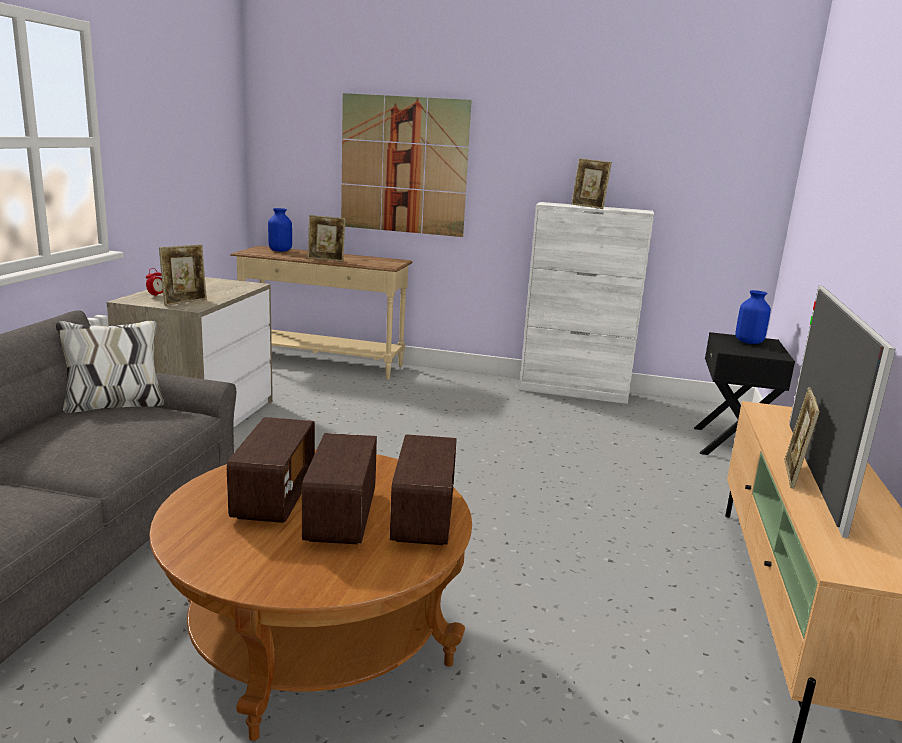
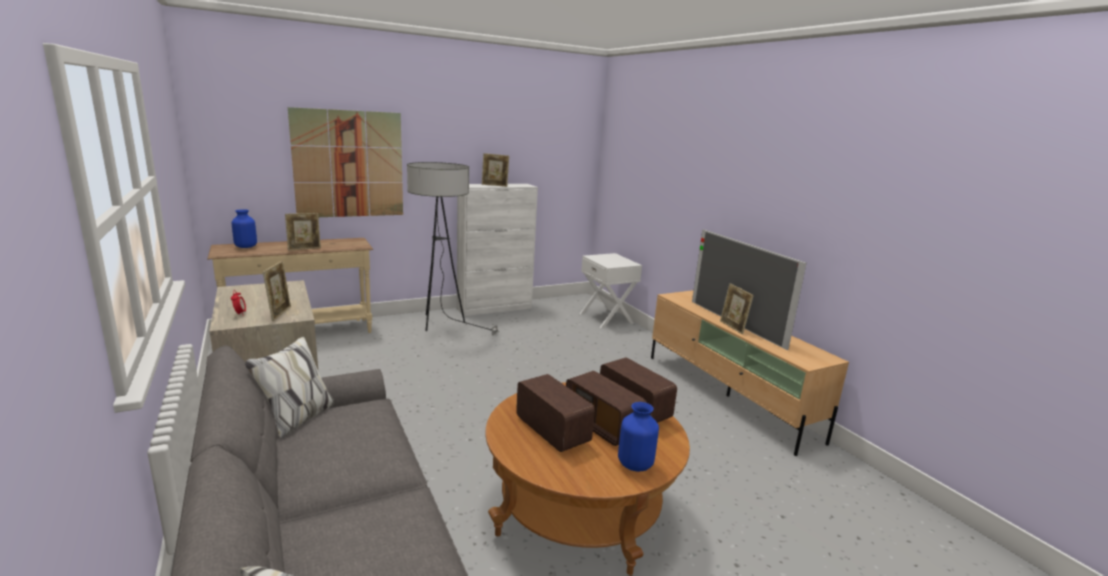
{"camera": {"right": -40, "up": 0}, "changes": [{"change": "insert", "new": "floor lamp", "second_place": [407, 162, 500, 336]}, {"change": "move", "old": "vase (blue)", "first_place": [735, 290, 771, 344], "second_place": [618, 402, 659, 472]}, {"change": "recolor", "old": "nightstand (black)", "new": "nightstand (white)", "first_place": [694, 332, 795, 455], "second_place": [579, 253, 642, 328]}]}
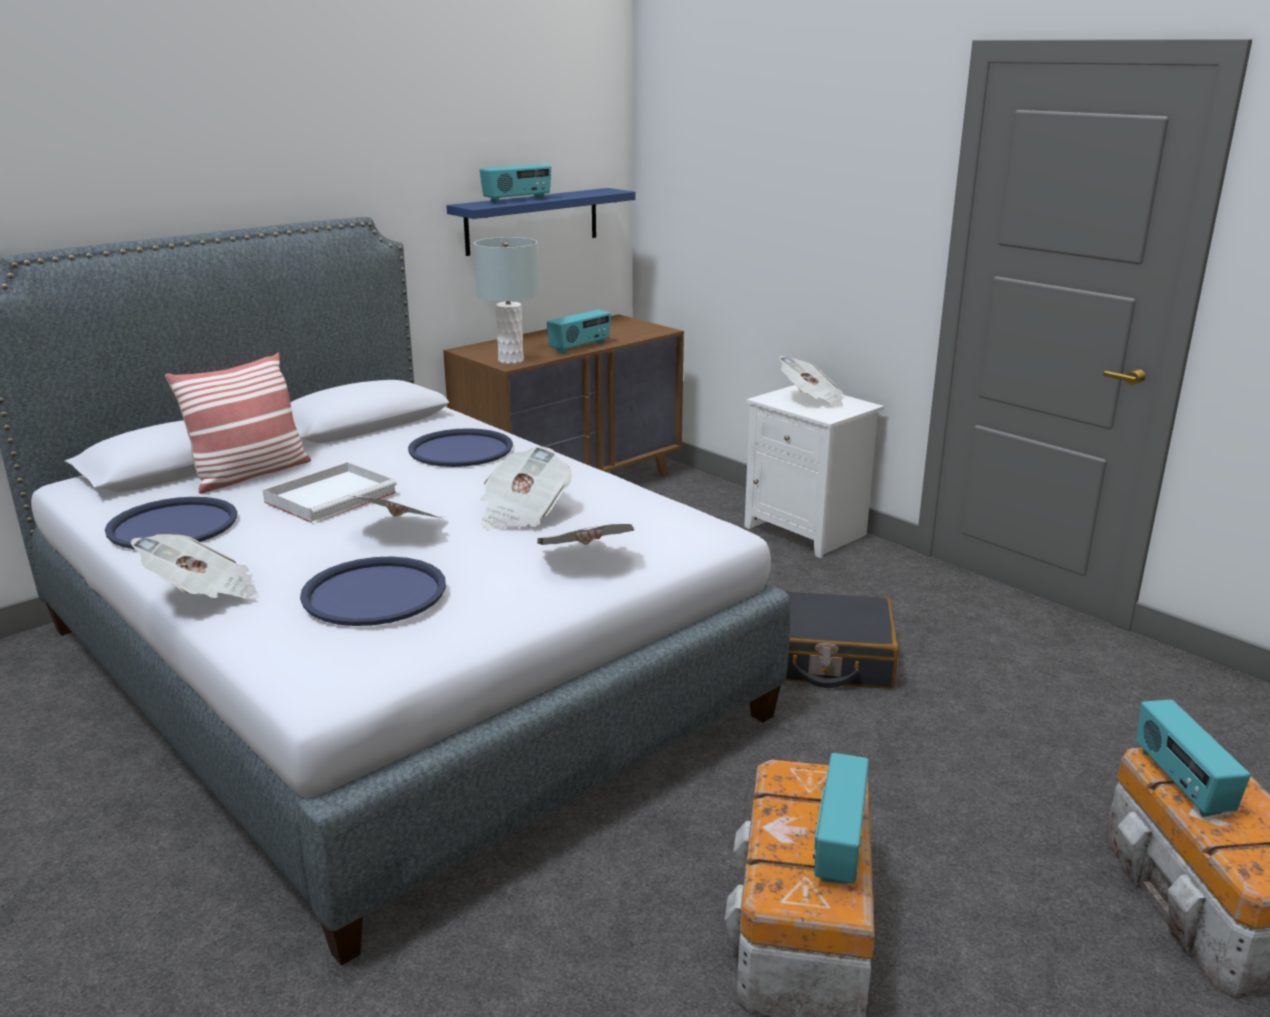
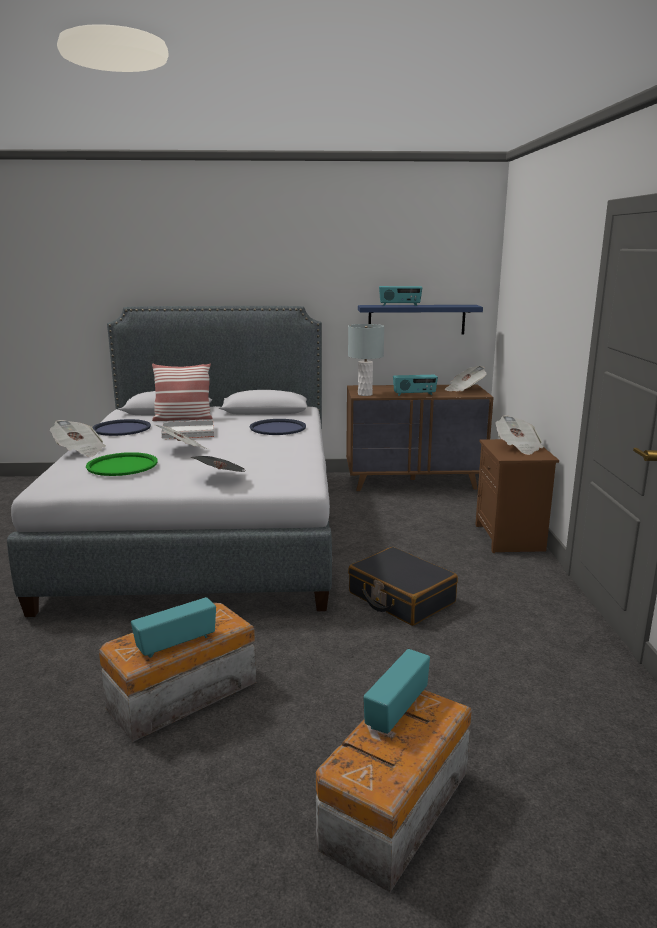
{"camera": {"right": 40, "up": -5}, "changes": [{"change": "move", "old": "newspaper", "first_place": [481, 446, 572, 529], "second_place": [445, 366, 487, 392]}, {"change": "recolor", "old": "tray (blue)", "new": "tray (green)", "first_place": [300, 556, 446, 626], "second_place": [86, 452, 158, 476]}, {"change": "recolor", "old": "nightstand (white)", "new": "nightstand (brown)", "first_place": [744, 385, 884, 558], "second_place": [475, 439, 559, 553]}]}
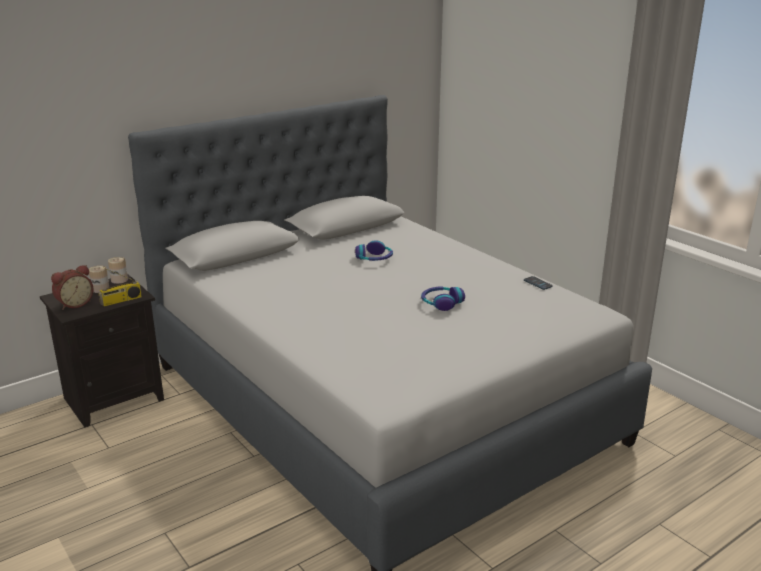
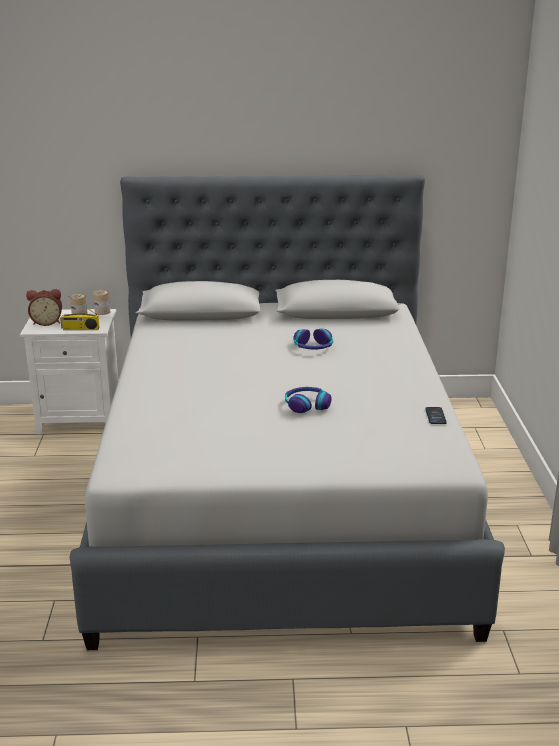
{"camera": {"right": 35, "up": 0}, "changes": [{"change": "recolor", "old": "nightstand (black)", "new": "nightstand (white)", "first_place": [40, 274, 164, 427], "second_place": [20, 309, 118, 434]}]}
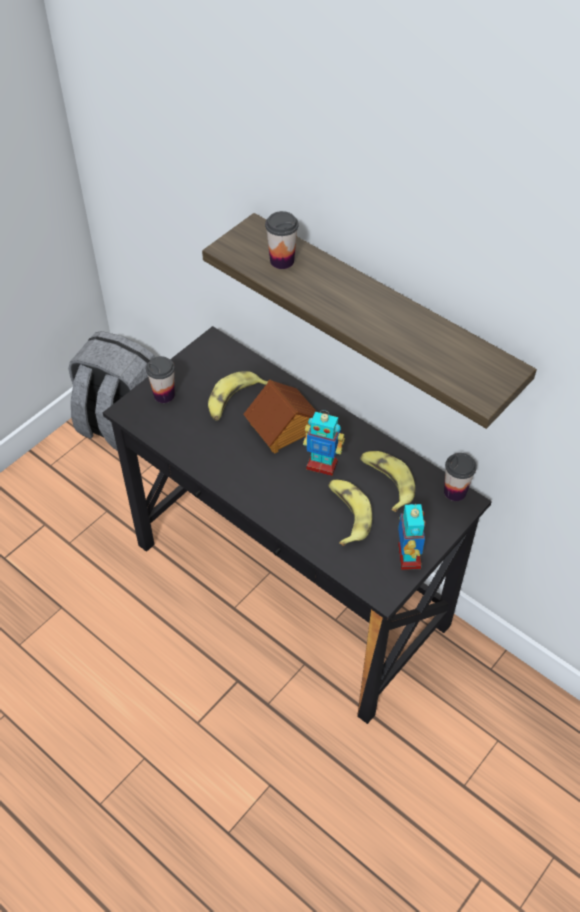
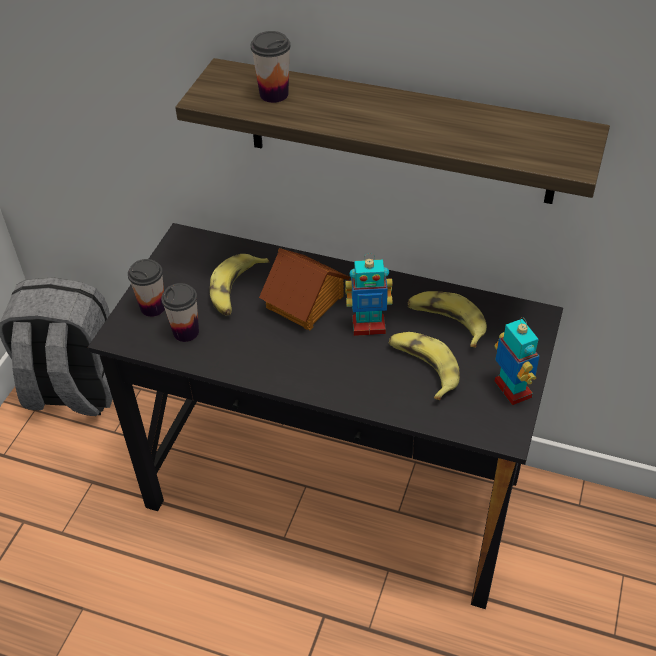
{"camera": {"right": -20, "up": -5}, "changes": [{"change": "move", "old": "cup", "first_place": [444, 453, 477, 501], "second_place": [161, 283, 199, 342]}]}
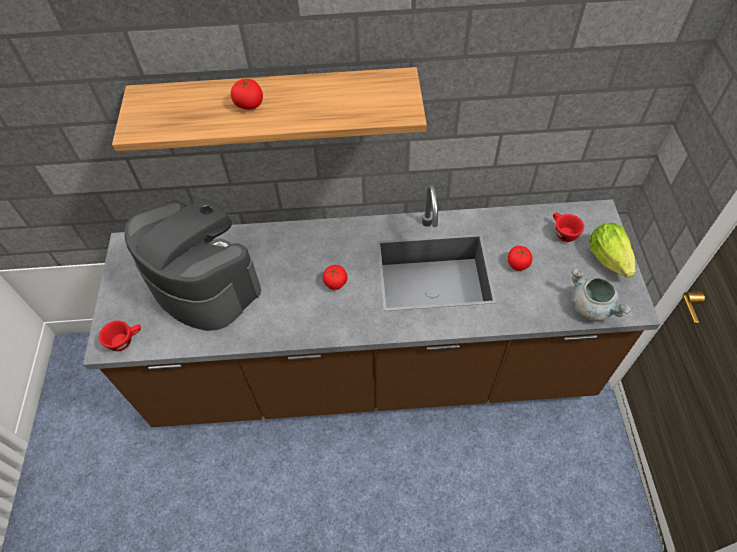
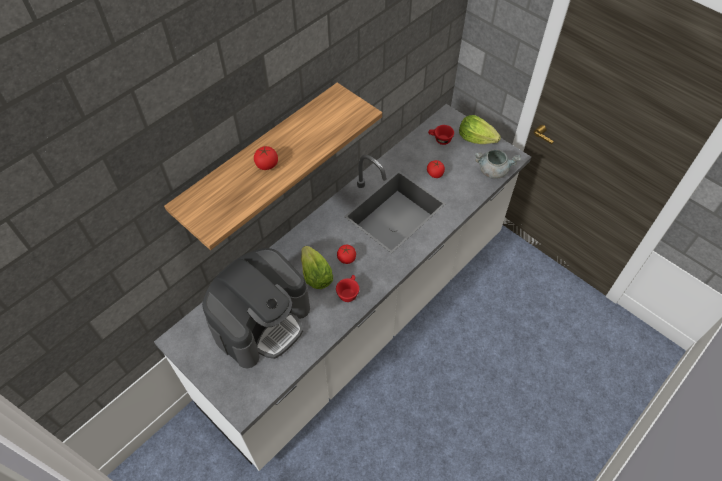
{"camera": {"right": -45, "up": 0}, "changes": [{"change": "insert", "new": "lettuce", "second_place": [301, 246, 333, 289]}, {"change": "move", "old": "cup (red)", "first_place": [99, 320, 141, 351], "second_place": [336, 275, 359, 302]}, {"change": "recolor", "old": "counter (brown)", "new": "counter (white)", "first_place": [83, 184, 660, 427], "second_place": [154, 104, 531, 471]}, {"change": "rotate", "old": "coffee machine", "first_place": [124, 199, 261, 331], "second_place": [202, 248, 310, 369], "degrees": 135}]}
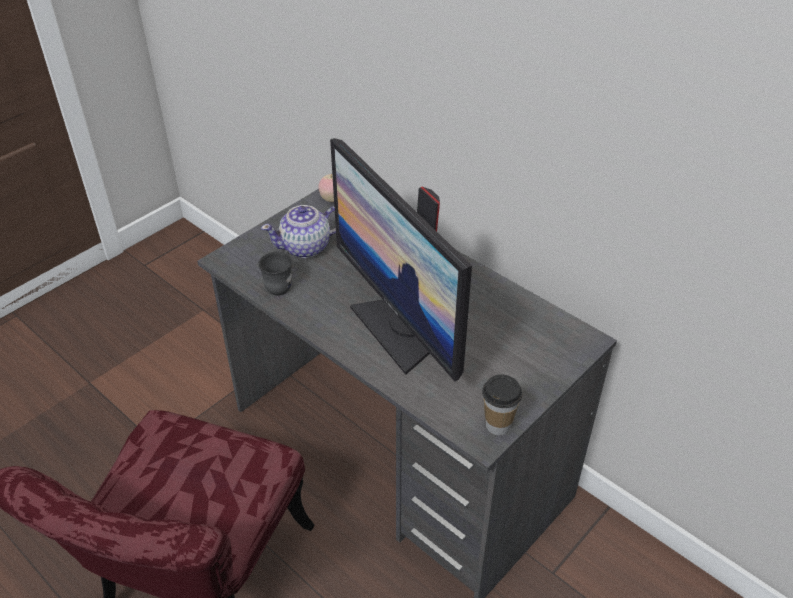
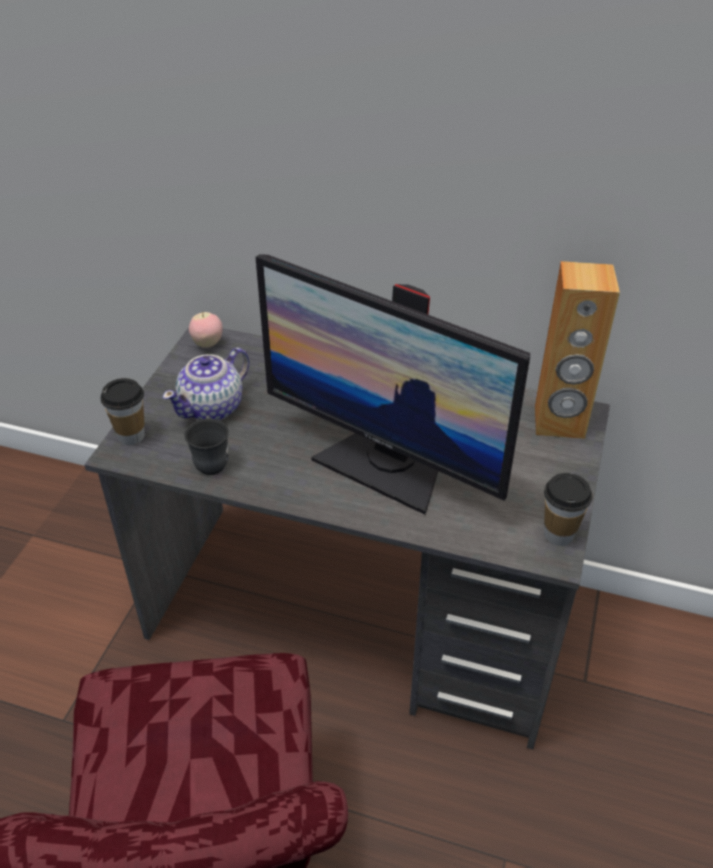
{"camera": {"right": -25, "up": 0}, "changes": [{"change": "insert", "new": "cup", "second_place": [101, 378, 145, 446]}, {"change": "insert", "new": "speaker (brown)", "second_place": [535, 261, 620, 439]}]}
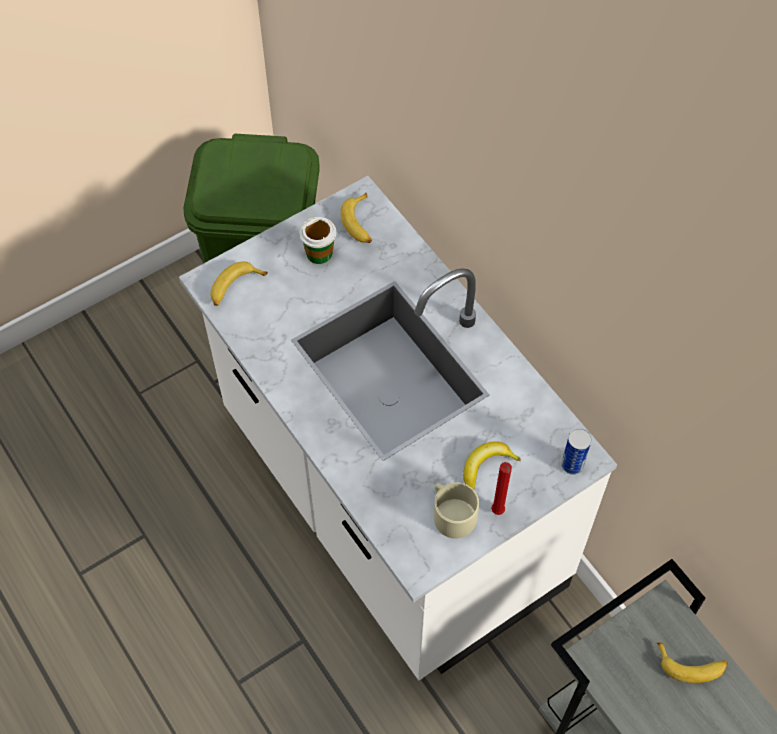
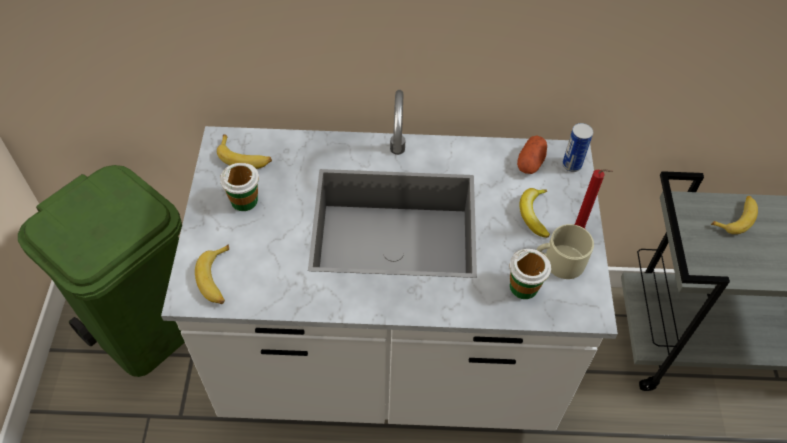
{"camera": {"right": -55, "up": -5}, "changes": [{"change": "insert", "new": "cup", "second_place": [510, 249, 551, 299]}, {"change": "insert", "new": "potato", "second_place": [517, 135, 547, 174]}]}
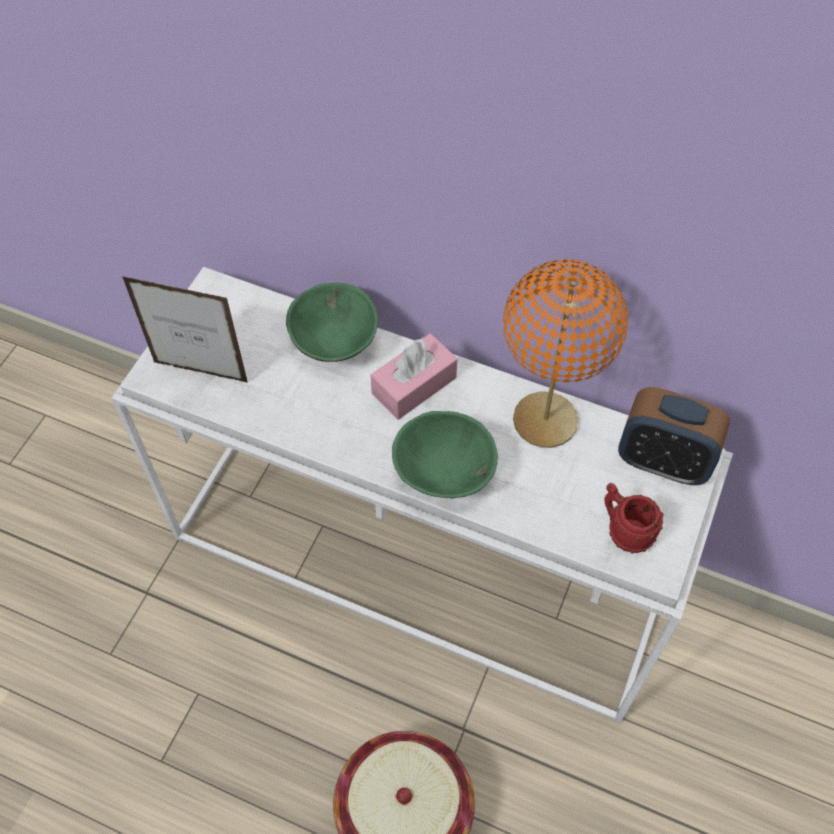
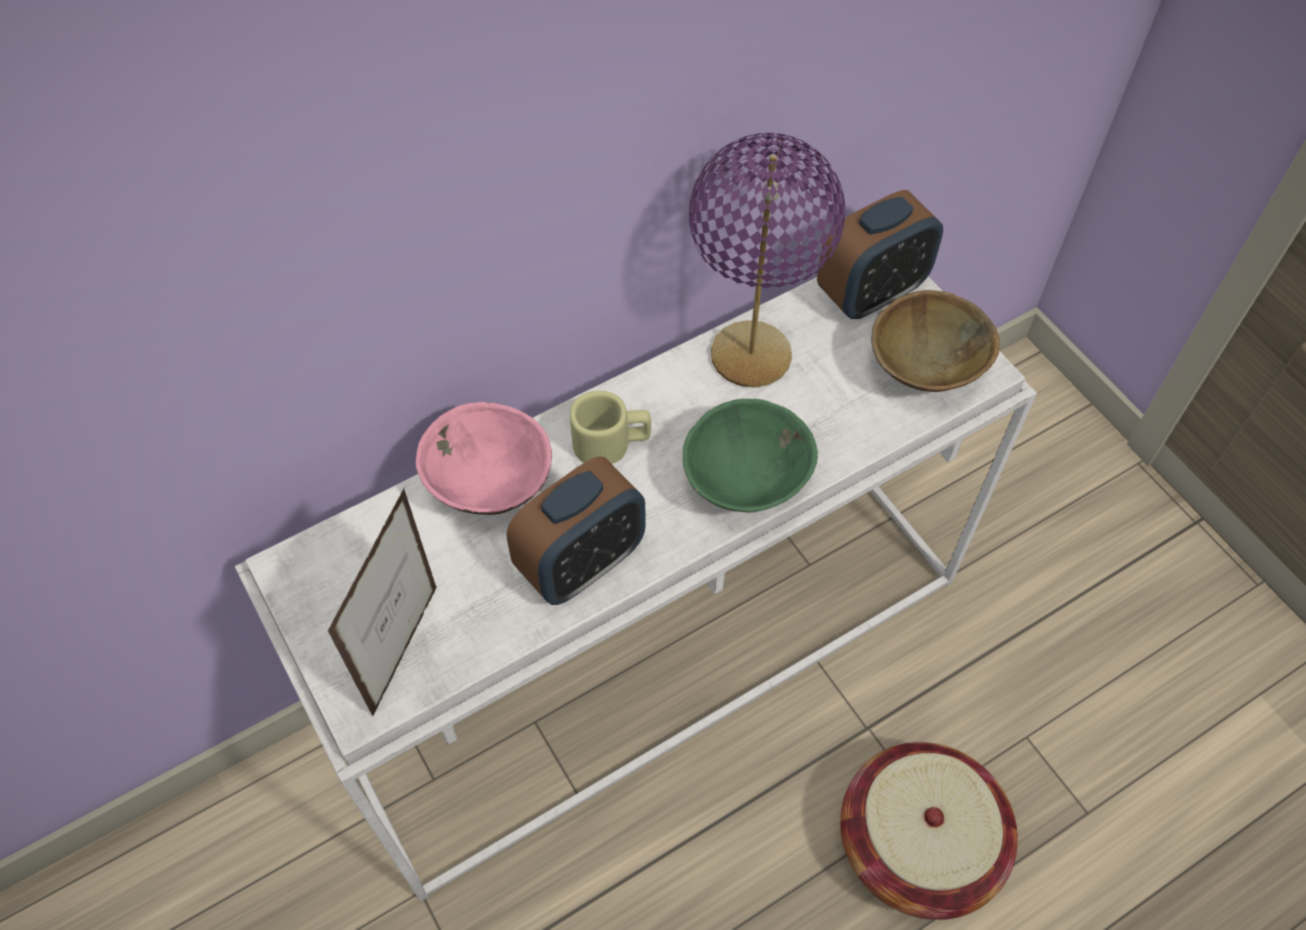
{"camera": {"right": -55, "up": 0}, "changes": [{"change": "insert", "new": "alarm clock", "second_place": [507, 456, 646, 605]}, {"change": "replace", "old": "tissue box (pink)", "new": "mug (beige)", "first_place": [371, 334, 457, 420], "second_place": [570, 391, 651, 464]}, {"change": "replace", "old": "mug (red)", "new": "bowl (brown)", "first_place": [604, 483, 664, 553], "second_place": [871, 290, 1000, 392]}, {"change": "recolor", "old": "bowl (green)", "new": "bowl (pink)", "first_place": [286, 283, 378, 362], "second_place": [416, 402, 552, 515]}, {"change": "recolor", "old": "table lamp (orange)", "new": "table lamp (purple)", "first_place": [503, 259, 628, 448], "second_place": [689, 133, 845, 388]}, {"change": "rotate", "old": "picture frame", "first_place": [122, 276, 248, 383], "second_place": [328, 488, 437, 716], "degrees": 150}]}
